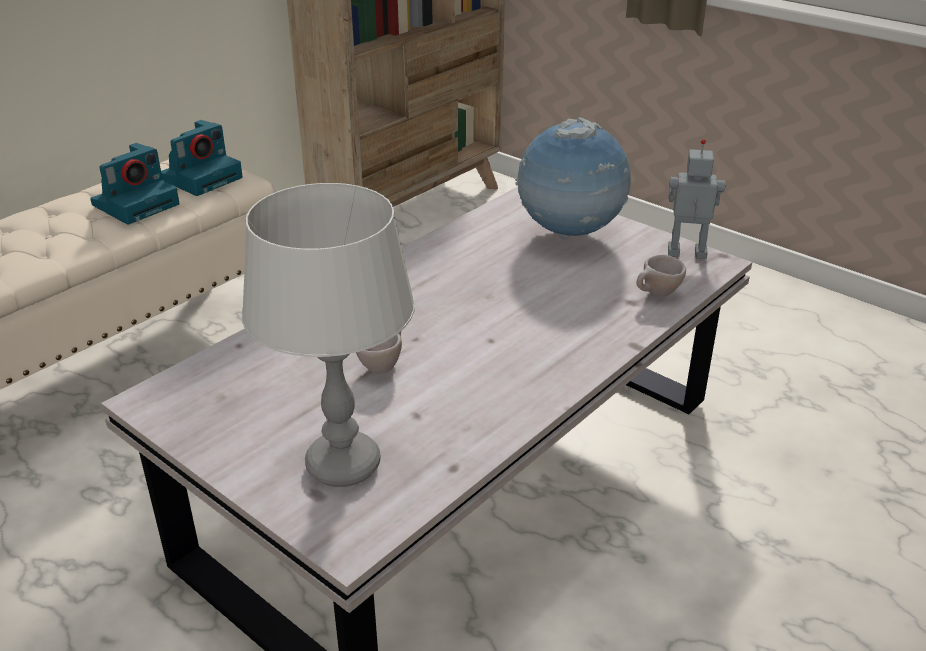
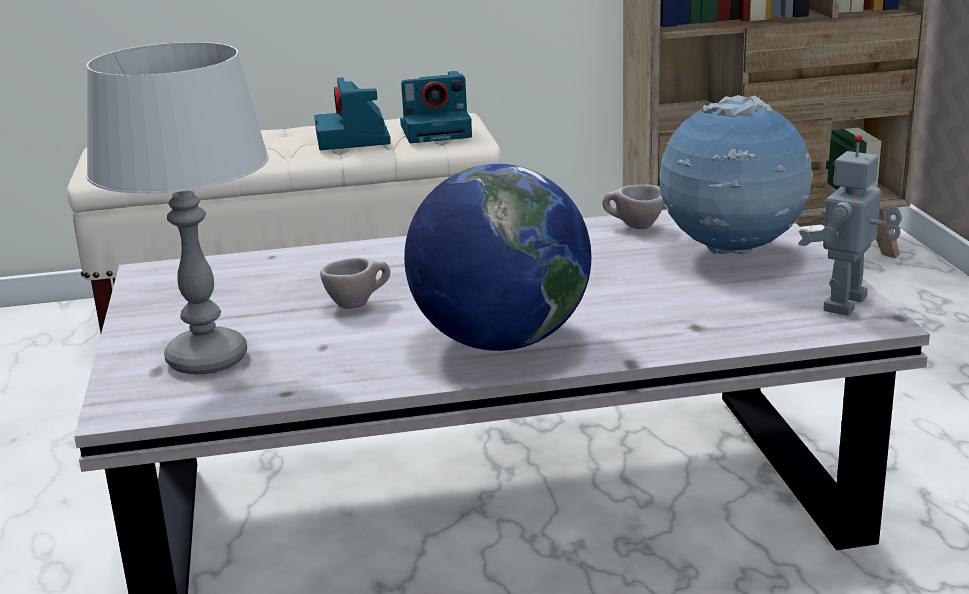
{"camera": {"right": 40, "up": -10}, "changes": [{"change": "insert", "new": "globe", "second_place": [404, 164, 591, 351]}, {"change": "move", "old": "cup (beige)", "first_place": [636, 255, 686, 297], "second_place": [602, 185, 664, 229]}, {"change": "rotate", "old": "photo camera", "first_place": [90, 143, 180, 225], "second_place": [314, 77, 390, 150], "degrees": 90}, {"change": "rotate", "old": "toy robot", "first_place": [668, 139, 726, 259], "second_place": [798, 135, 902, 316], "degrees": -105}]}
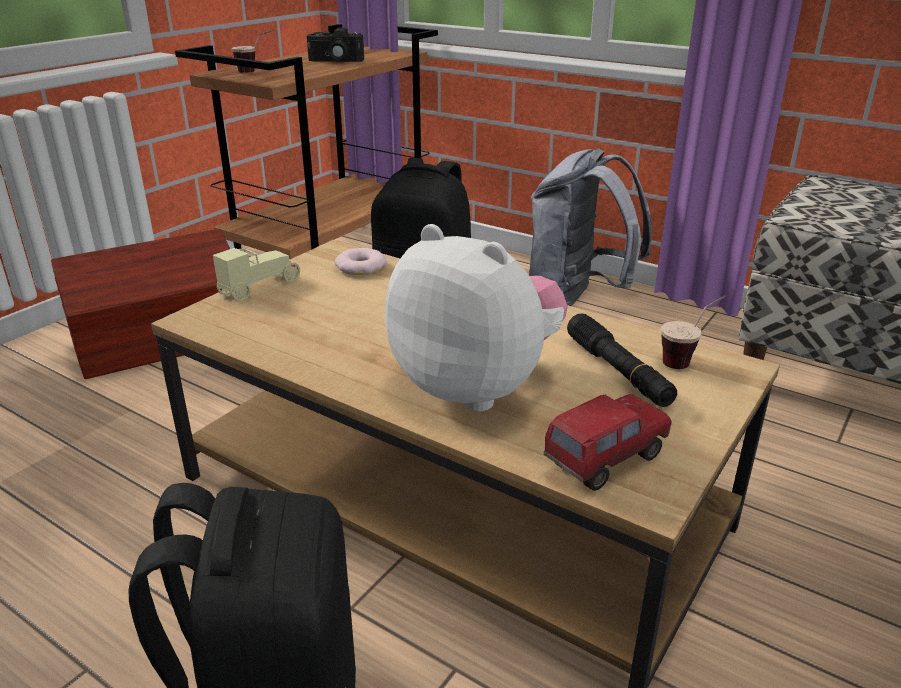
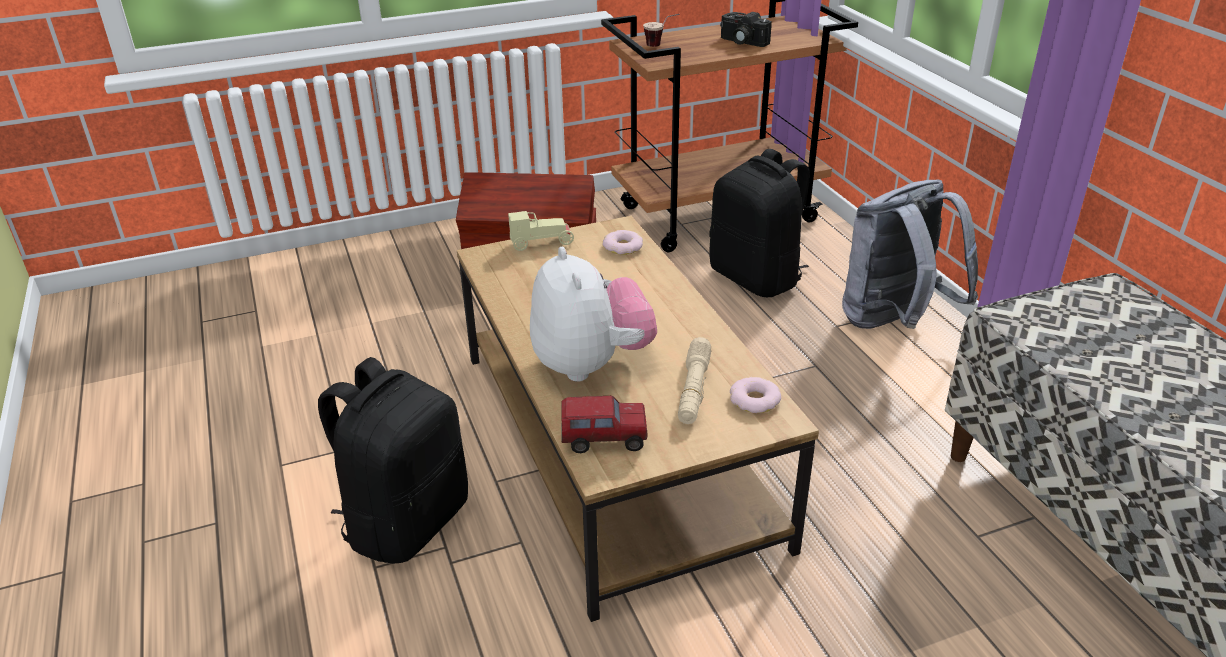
{"camera": {"right": 35, "up": 5}, "changes": [{"change": "replace", "old": "cup", "new": "donut", "first_place": [661, 295, 726, 369], "second_place": [730, 377, 781, 413]}, {"change": "recolor", "old": "flashlight (black)", "new": "flashlight (beige)", "first_place": [567, 313, 677, 407], "second_place": [678, 337, 711, 424]}]}
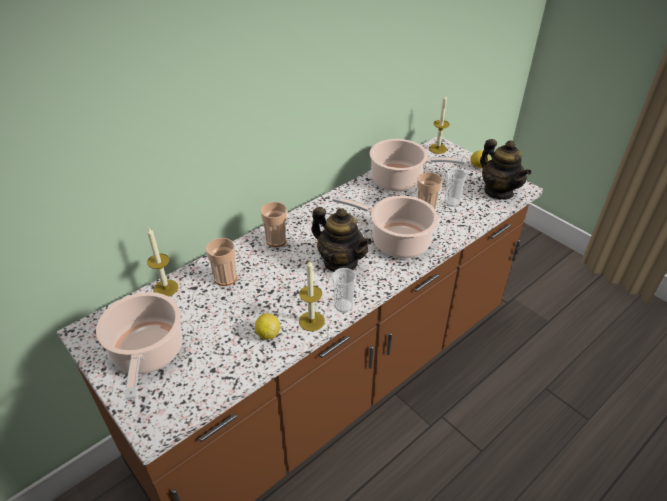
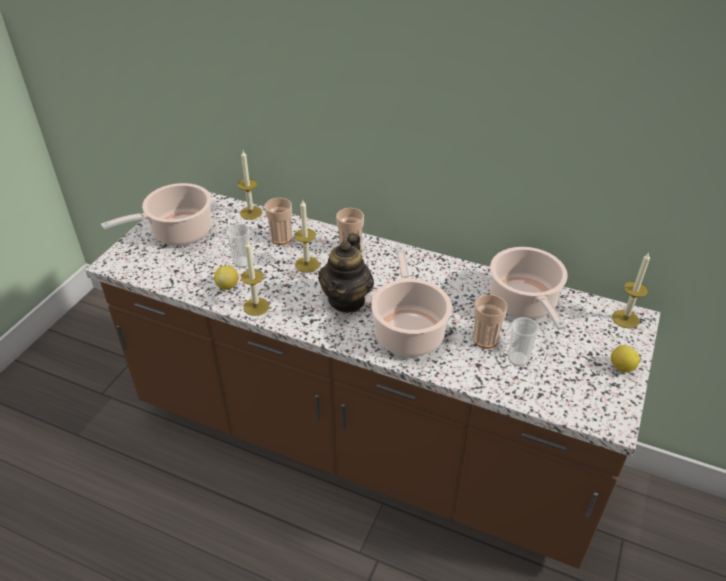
{"camera": {"right": 65, "up": 0}, "changes": [{"change": "delete", "old": "teapot", "first_place": [480, 139, 531, 200]}, {"change": "insert", "new": "candle", "second_place": [295, 200, 319, 273]}, {"change": "move", "old": "cup", "first_place": [332, 268, 357, 312], "second_place": [226, 224, 250, 268]}]}
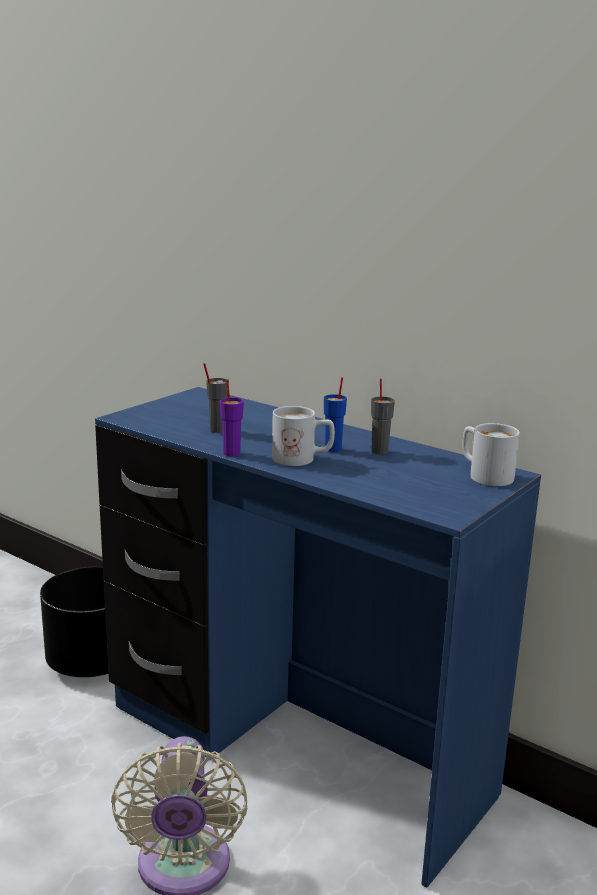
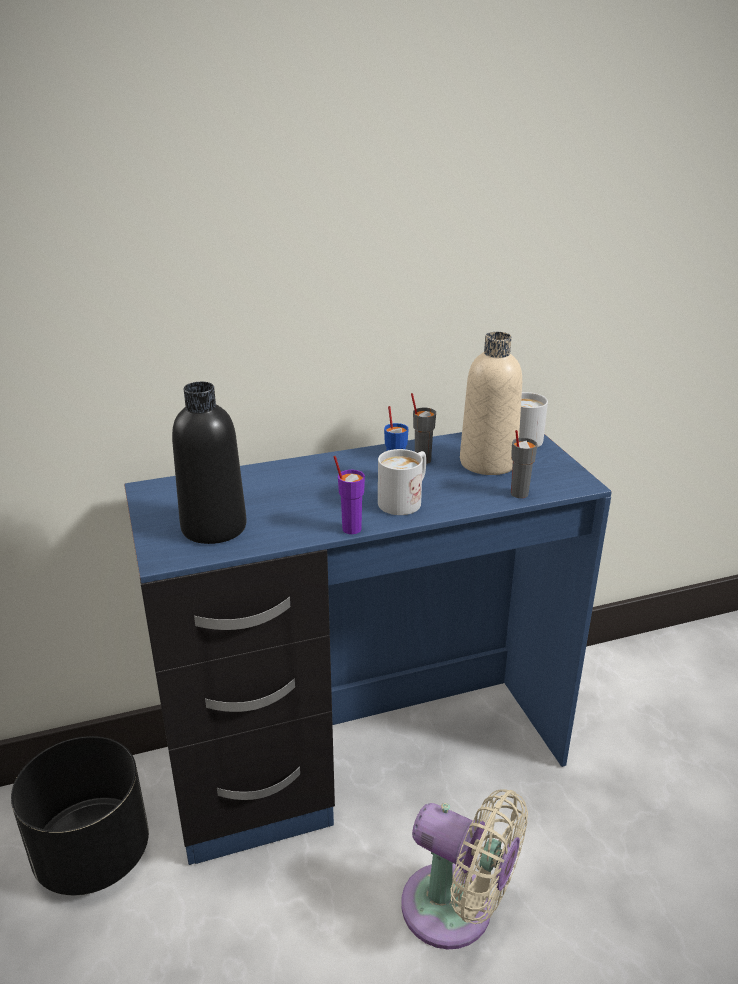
{"camera": {"right": -55, "up": 10}, "changes": [{"change": "insert", "new": "bottle (black)", "second_place": [172, 382, 247, 544]}, {"change": "insert", "new": "bottle (beige)", "second_place": [460, 332, 522, 475]}, {"change": "move", "old": "cup (grey)", "first_place": [203, 363, 229, 433], "second_place": [511, 430, 538, 498]}]}
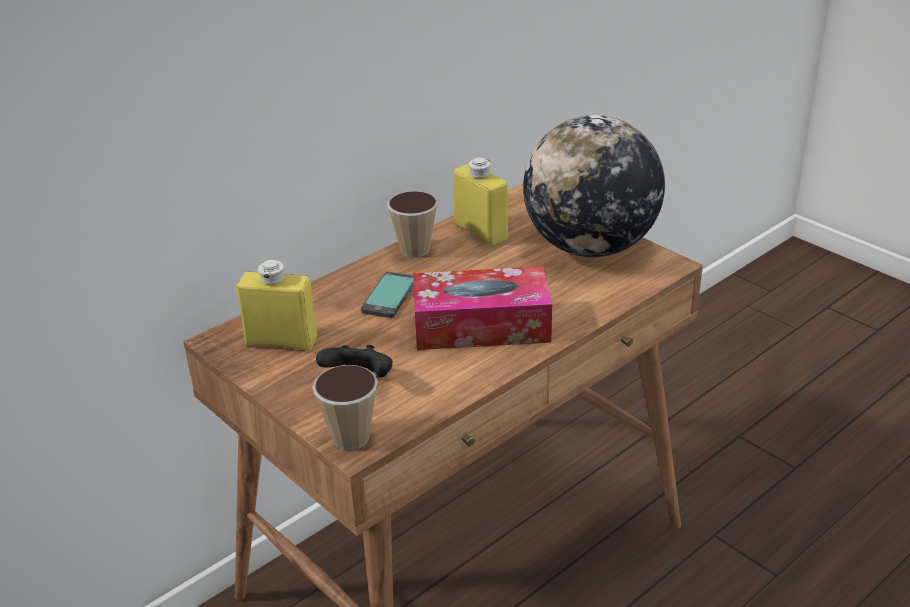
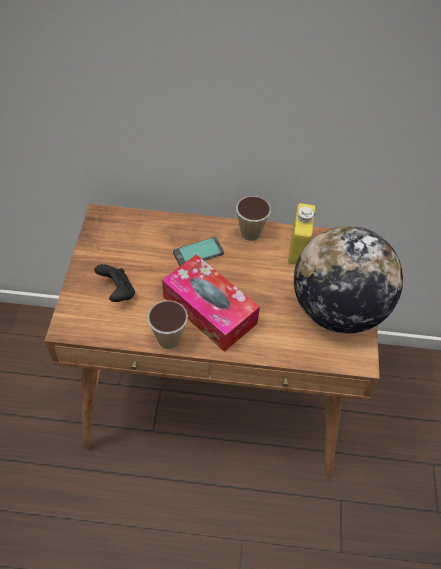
{"camera": {"right": 45, "up": 20}, "changes": [{"change": "delete", "old": "bottle (yellow)", "first_place": [236, 260, 317, 351]}, {"change": "move", "old": "cup", "first_place": [312, 365, 378, 450], "second_place": [147, 300, 188, 349]}]}
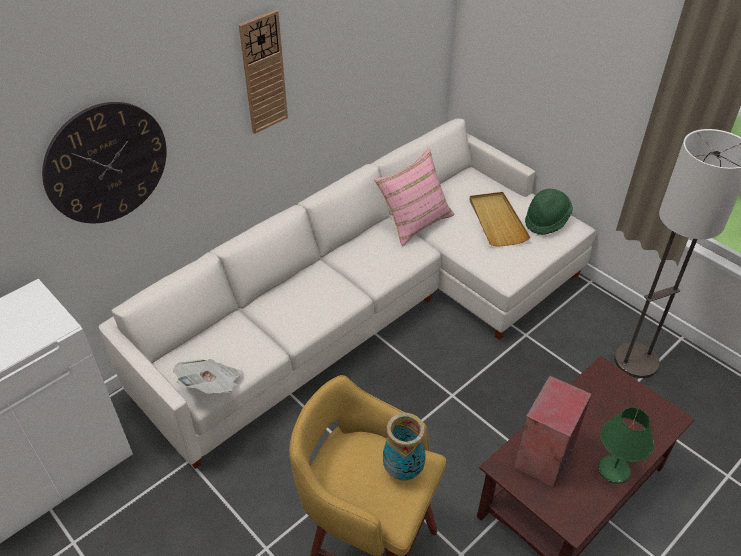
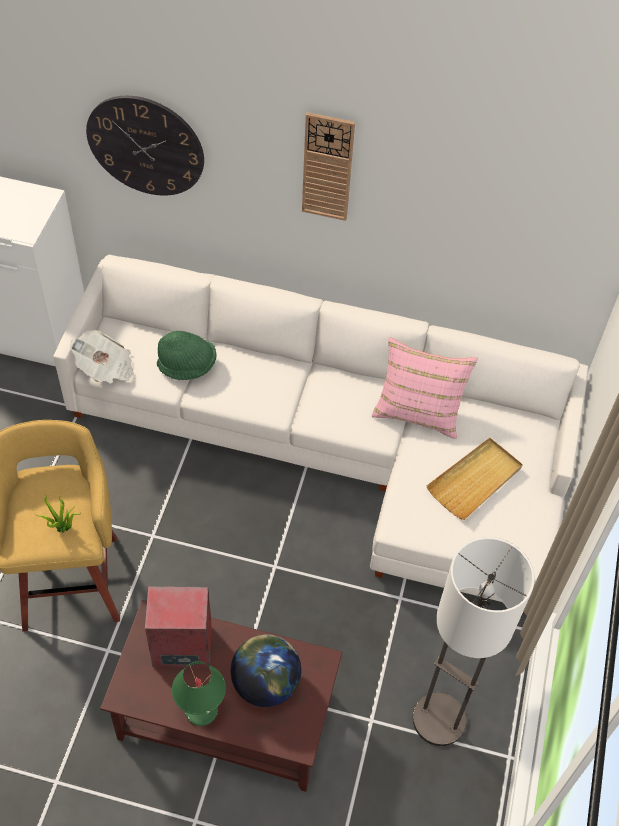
{"camera": {"right": 55, "up": 10}, "changes": [{"change": "insert", "new": "globe", "second_place": [230, 634, 301, 707]}, {"change": "move", "old": "hat (green)", "first_place": [525, 189, 573, 235], "second_place": [157, 331, 217, 380]}, {"change": "replace", "old": "vase", "new": "potted plant", "first_place": [383, 413, 426, 480], "second_place": [34, 493, 81, 532]}]}
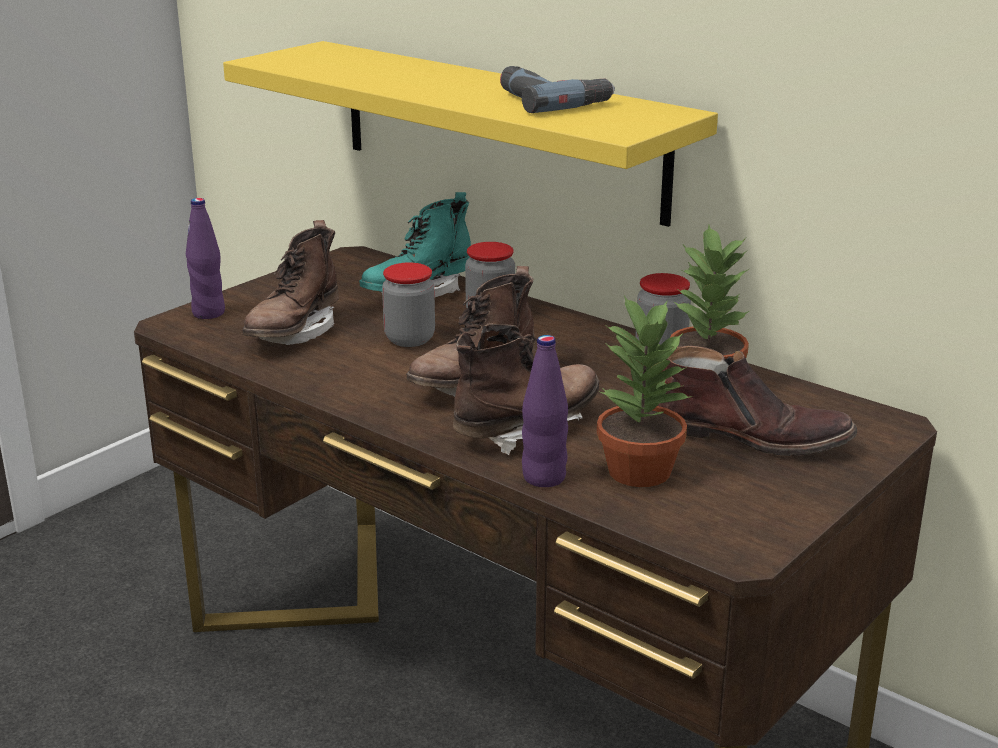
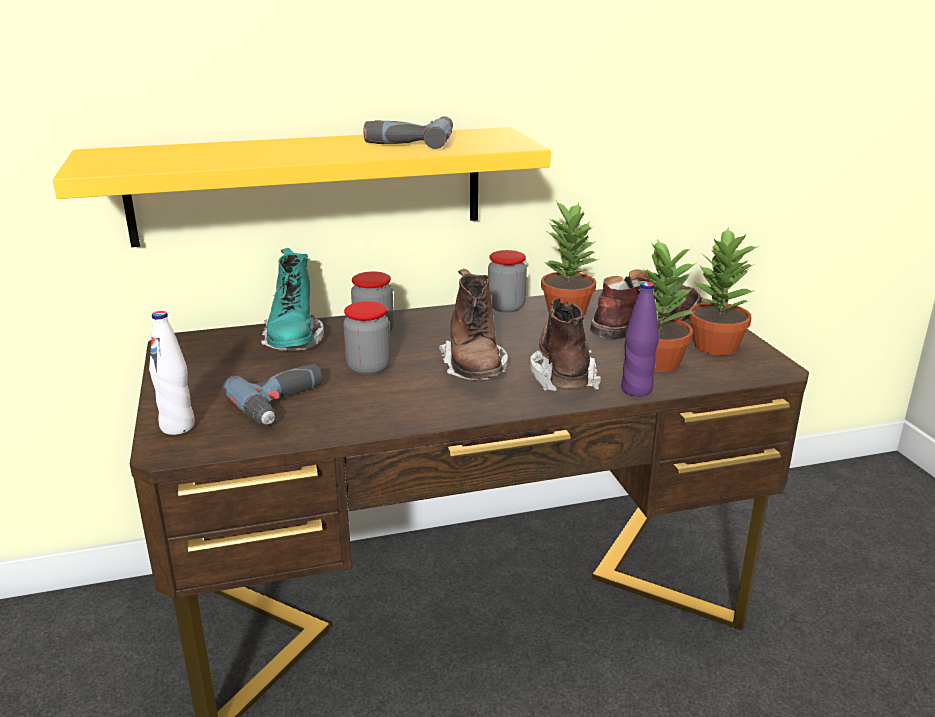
{"camera": {"right": -55, "up": 0}, "changes": [{"change": "insert", "new": "potted plant", "second_place": [689, 227, 758, 355]}, {"change": "replace", "old": "boot (brown)", "new": "power drill", "first_place": [242, 220, 339, 345], "second_place": [222, 364, 323, 426]}, {"change": "recolor", "old": "bottle (purple)", "new": "bottle (white)", "first_place": [186, 198, 225, 319], "second_place": [149, 311, 195, 435]}]}
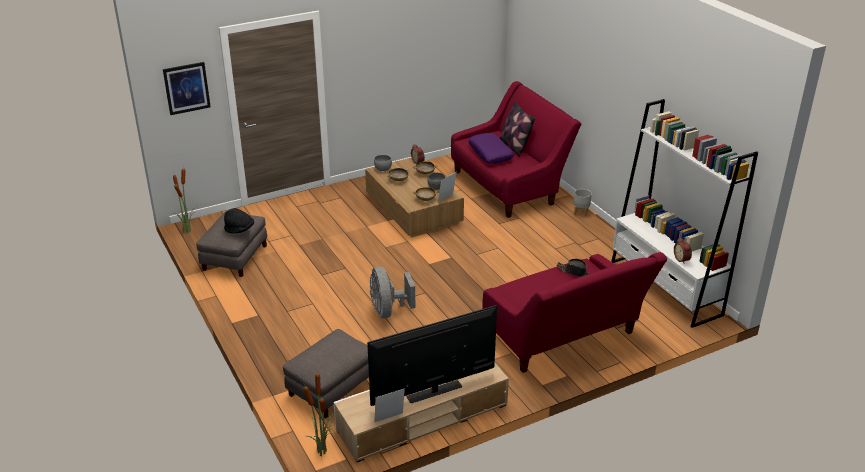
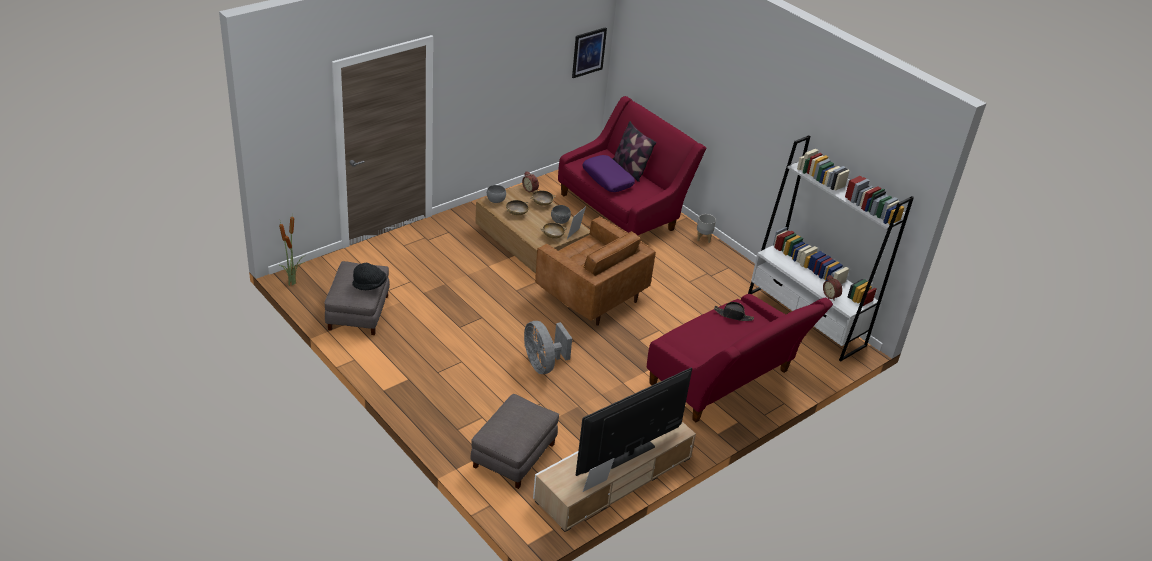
{"camera": {"right": -15, "up": 5}, "changes": [{"change": "delete", "old": "potted plant", "first_place": [303, 370, 335, 456]}, {"change": "insert", "new": "armchair (brown)", "second_place": [535, 216, 656, 326]}, {"change": "move", "old": "picture", "first_place": [163, 62, 211, 115], "second_place": [572, 27, 607, 78]}]}
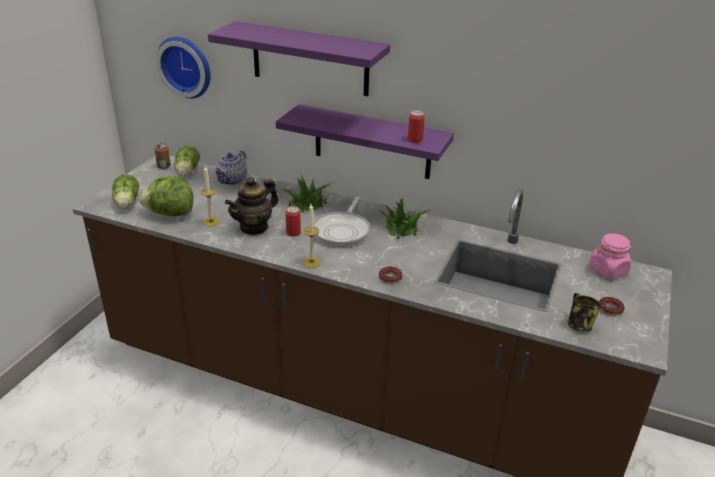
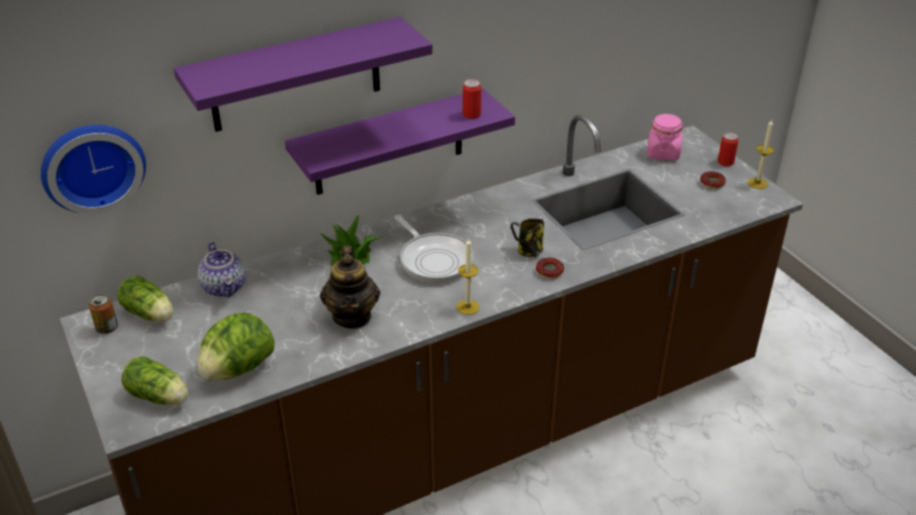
{"camera": {"right": -50, "up": 5}, "changes": [{"change": "delete", "old": "potted plant", "first_place": [380, 197, 432, 239]}, {"change": "move", "old": "candle", "first_place": [201, 166, 220, 227], "second_place": [748, 120, 774, 189]}, {"change": "move", "old": "can", "first_place": [286, 206, 301, 237], "second_place": [718, 132, 739, 166]}, {"change": "move", "old": "mug", "first_place": [568, 293, 601, 331], "second_place": [510, 218, 544, 257]}]}
